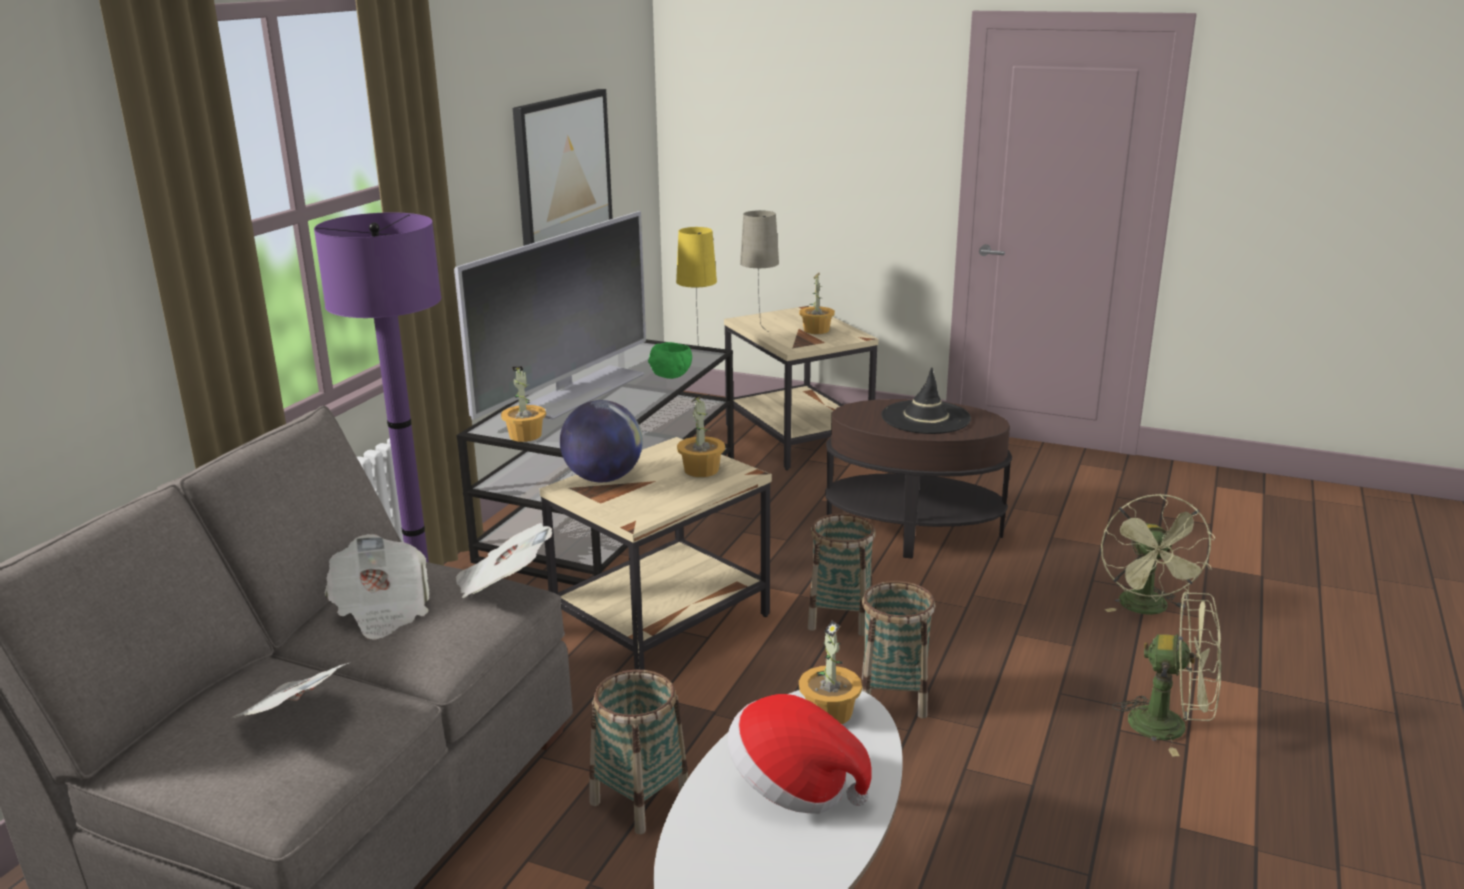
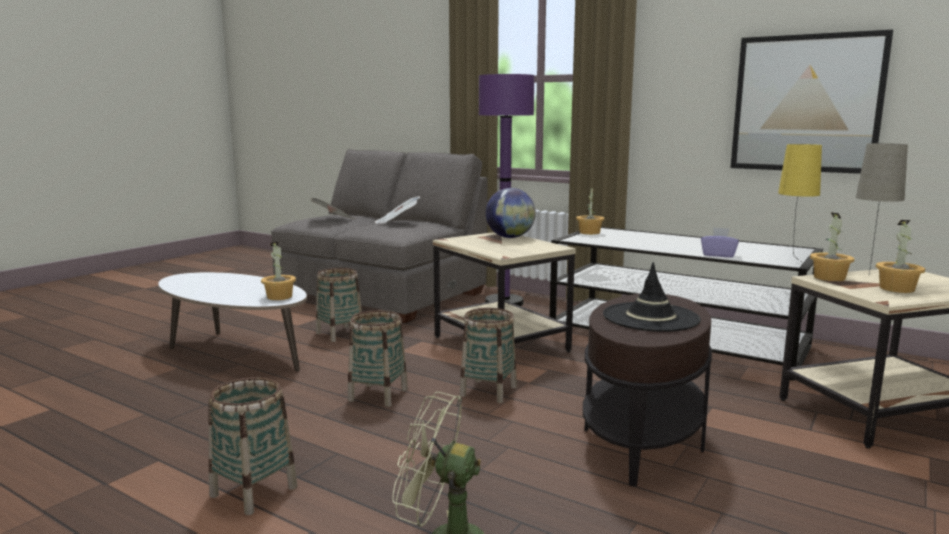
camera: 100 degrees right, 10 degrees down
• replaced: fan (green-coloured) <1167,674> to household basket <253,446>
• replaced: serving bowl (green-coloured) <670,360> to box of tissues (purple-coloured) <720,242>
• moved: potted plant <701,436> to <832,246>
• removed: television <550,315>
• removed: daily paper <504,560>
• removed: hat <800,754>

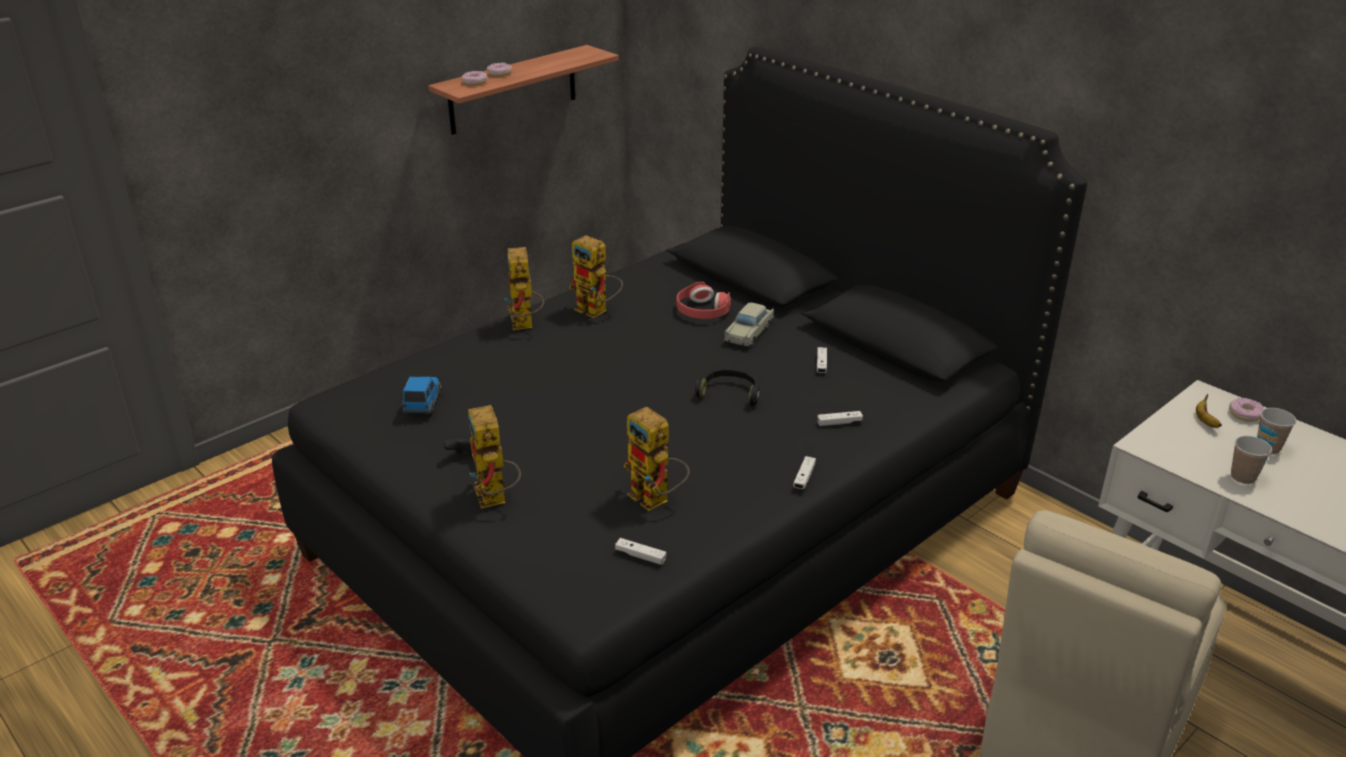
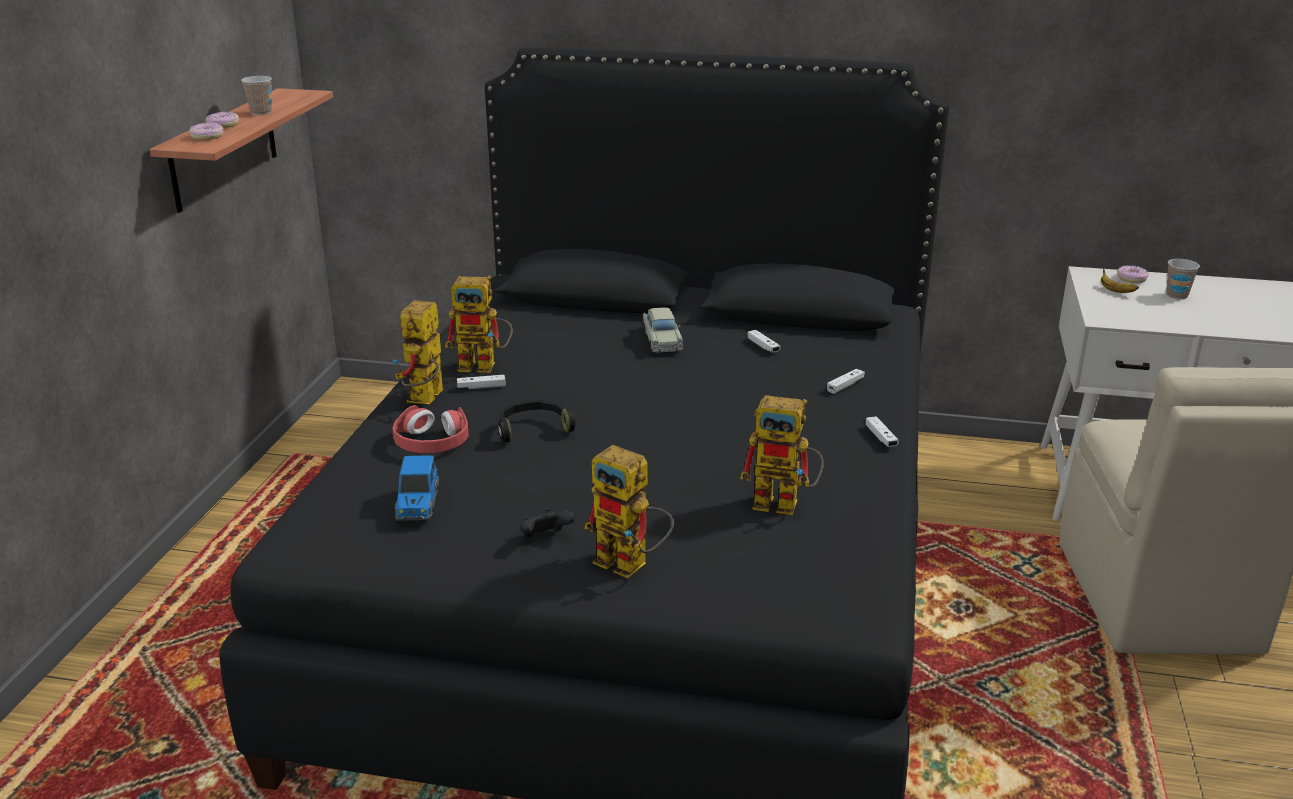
camera: 35 degrees left, 5 degrees down
• moved: small cup <1251,460> to <256,96>
• moved: headphones (red) <704,300> to <430,429>
• turned: model robot <524,288> = <418,352> 60 degrees clockwise
• turned: toy car <421,395> = <417,488> 150 degrees counterclockwise
• moved: game controller (white) <640,551> to <481,382>
• moved: headphones (black) <727,387> to <536,421>

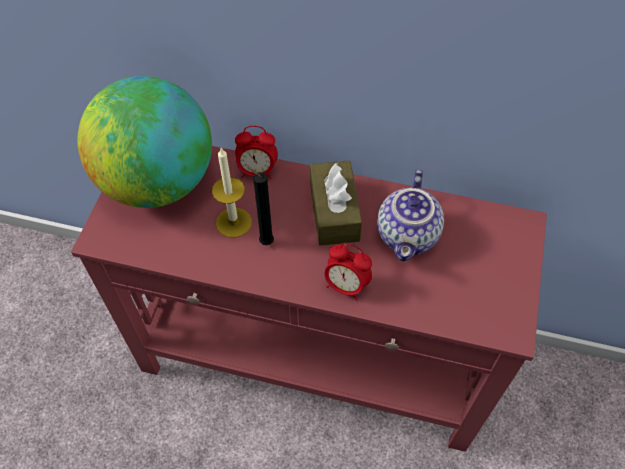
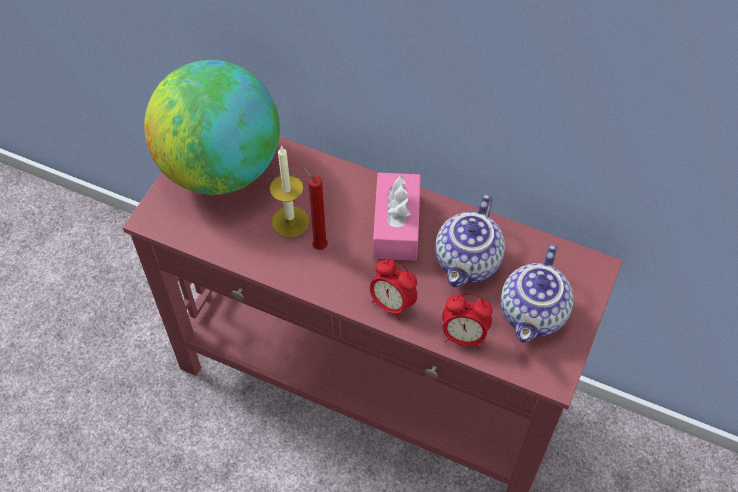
camera: 10 degrees right, 0 degrees up
• recoloured: wax candle (black) <260,205> to wax candle (red) <315,208>
• recoloured: box of tissues (brown-coloured) <336,203> to box of tissues (pink-coloured) <397,216>
• moved: table clock <256,152> to <467,321>
• added: pot for tea <537,293>

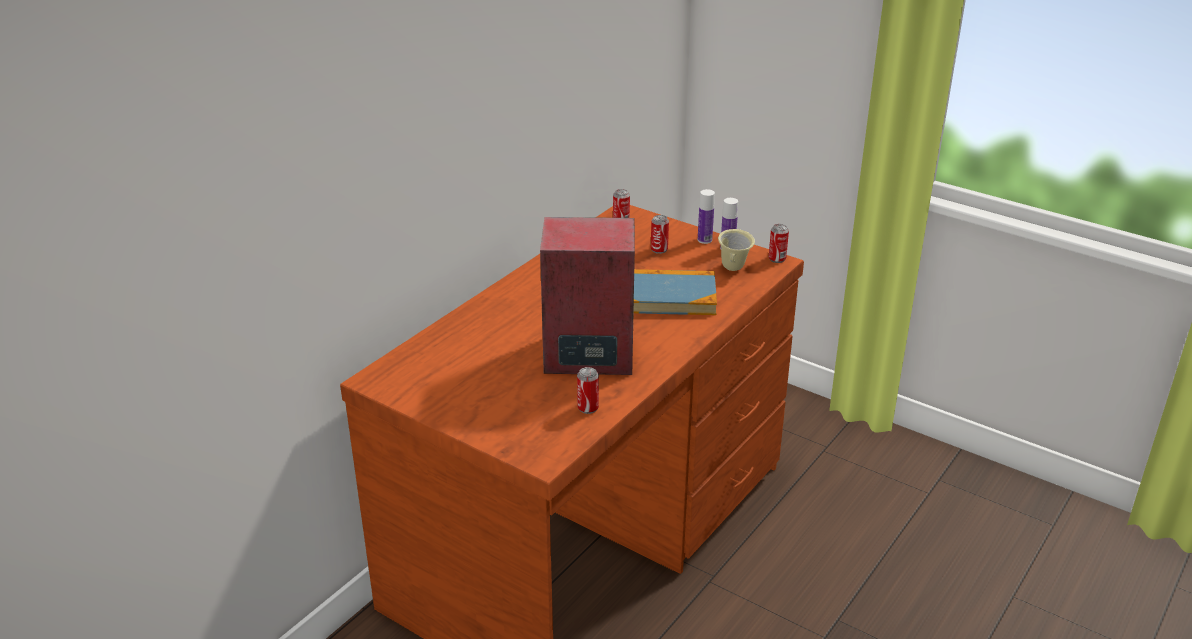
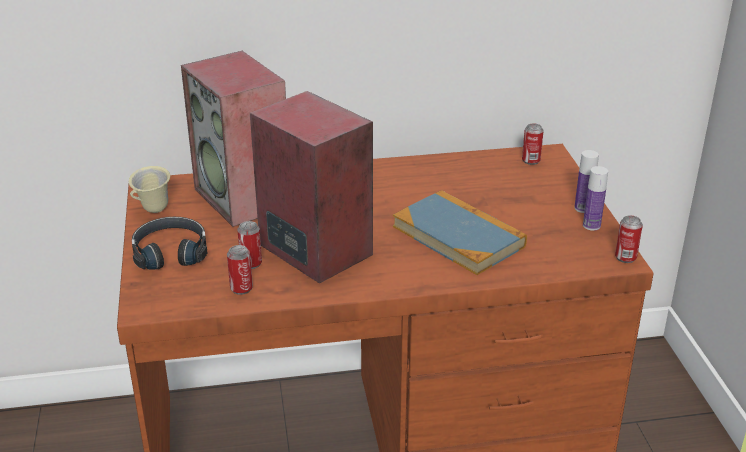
camera: 45 degrees right, 0 degrees up
• moved: tea mug (sand-coloured) <736,250> to <149,189>
• added: headphones (black) <170,243>
• added: speaker <233,139>
• moved: can <660,234> to <249,245>

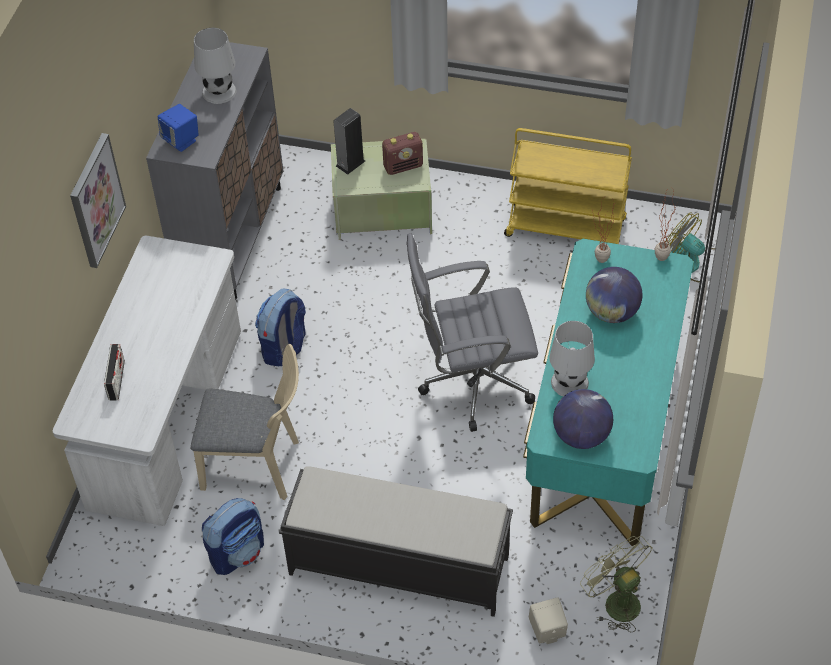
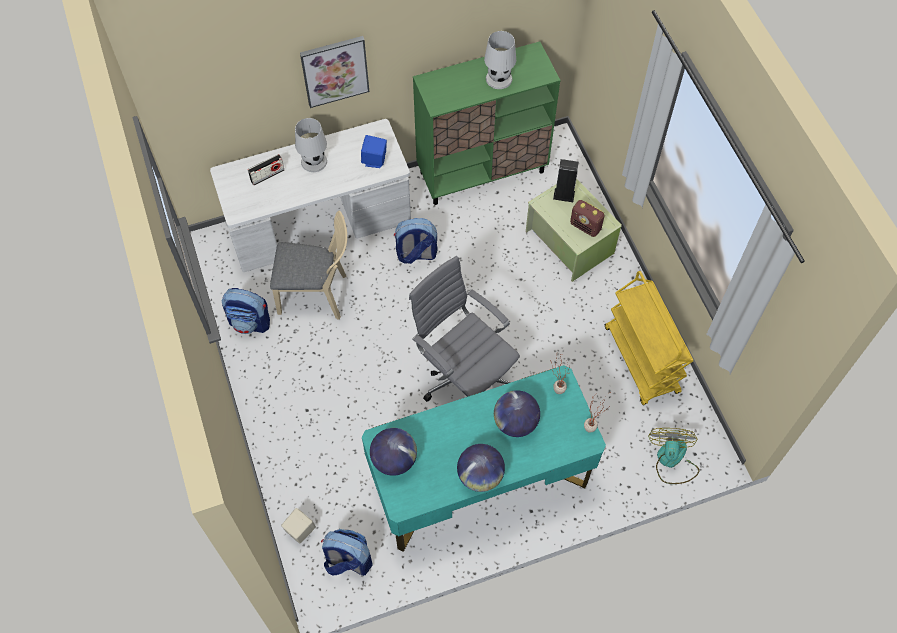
camera: 55 degrees right, 10 degrees up
• turned: chair (sand-coloured) <245,422> = <308,265> 60 degrees counterclockwise
• moved: lamp for a table (white) <572,358> to <311,145>
• replaced: fan (green-coloured) <616,584> to knapsack <347,552>
• moved: speaker (bluish) <178,128> to <374,151>
• recoloured: storage cabinet (grey) <214,171> to storage cabinet (green-coloured) <486,123>
• added: globe <481,468>
• removed: long seat (black) <396,541>

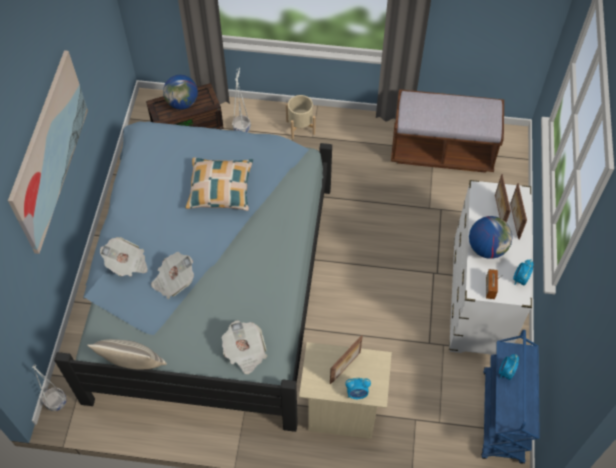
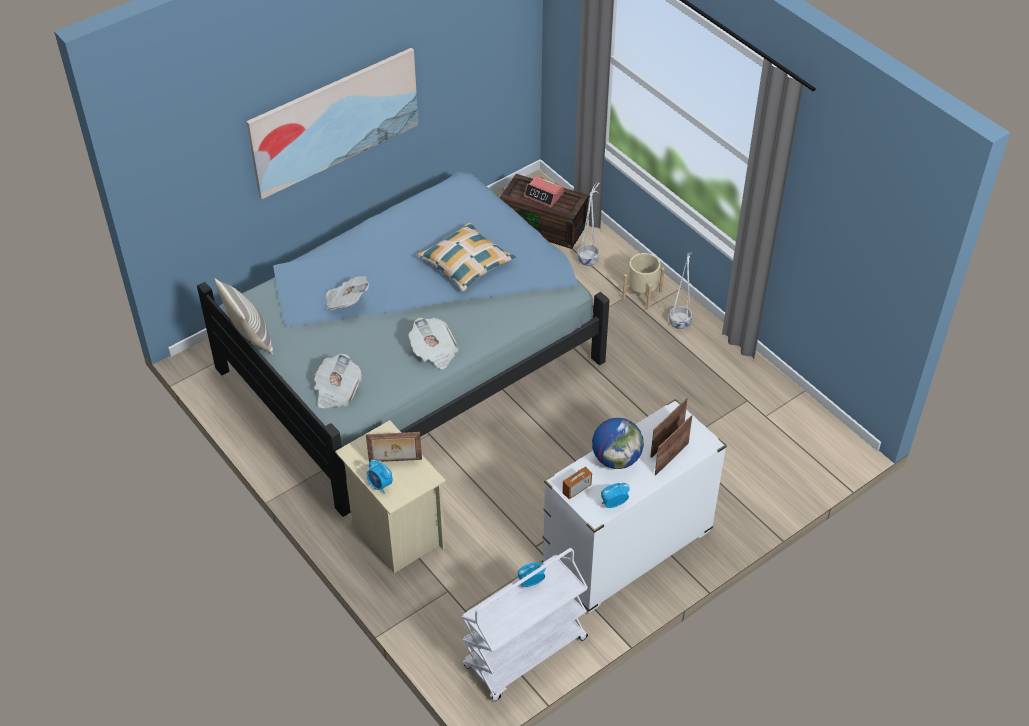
camera: 45 degrees right, 10 degrees down
• moved: daily paper <124,257> to <434,343>
• recoloured: cart (bluish) <510,397> to cart (white) <524,624>
• replaced: globe <180,92> to table clock <544,191>
• moved: flower pot (white) <49,387> to <680,290>
• removed: long seat (brown-coloured) <447,131>

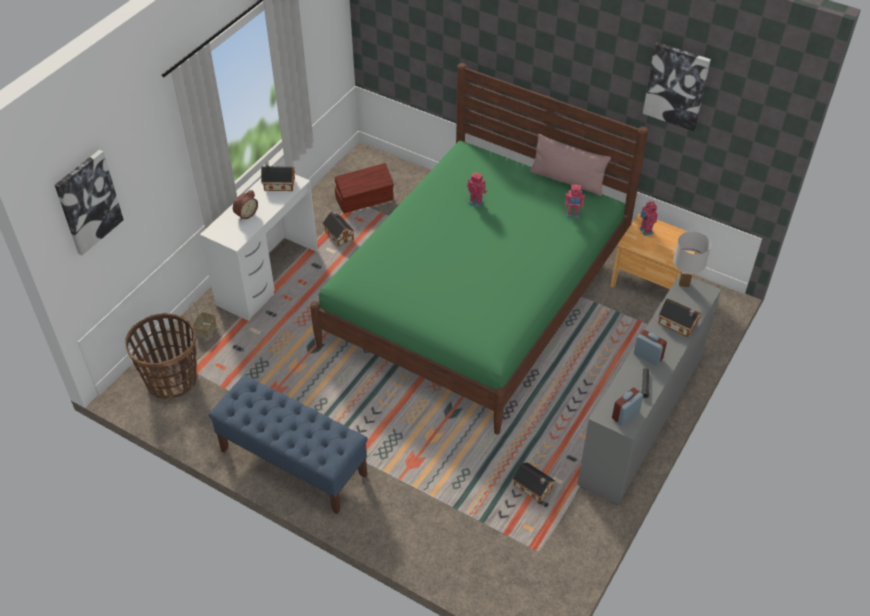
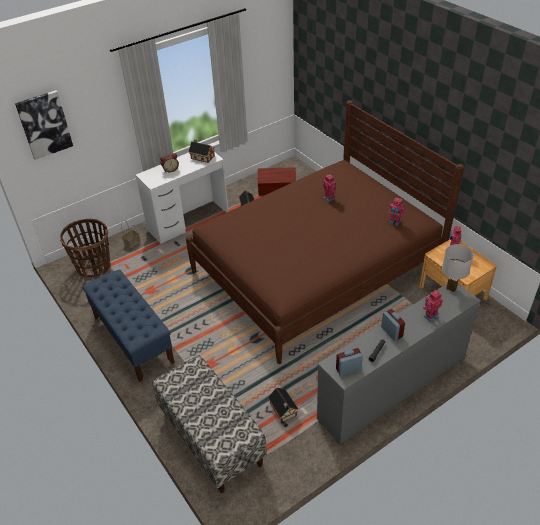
camera: 25 degrees right, 5 degrees down
• added: long seat <209,424>
• recoloured: bed (green-coloured) <479,248> to bed (brown-coloured) <325,232>
• replaced: toy house <680,318> to model robot <433,306>
• removed: pillow (pink-coloured) <570,165>
• removed: wall picture <677,86>

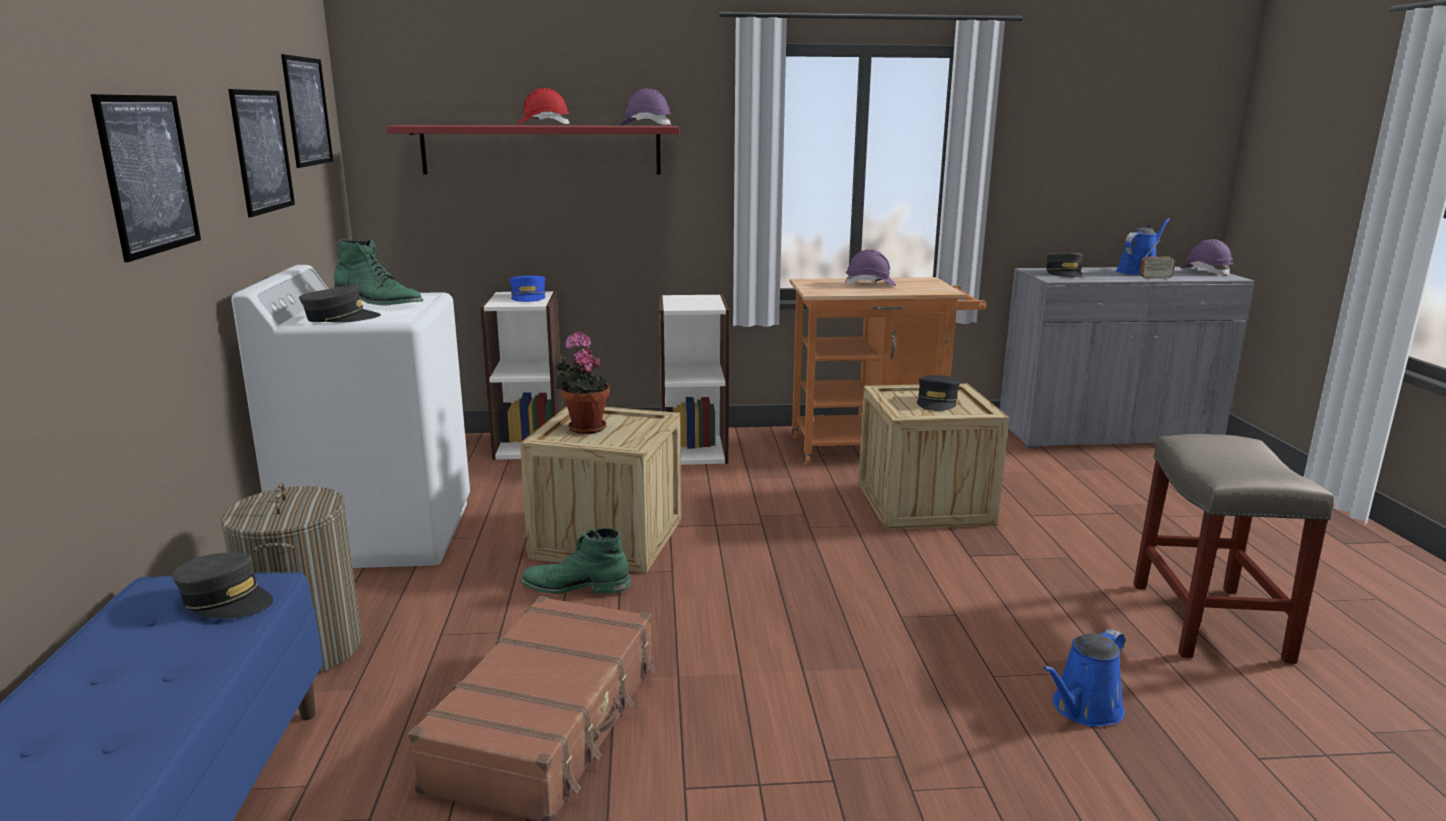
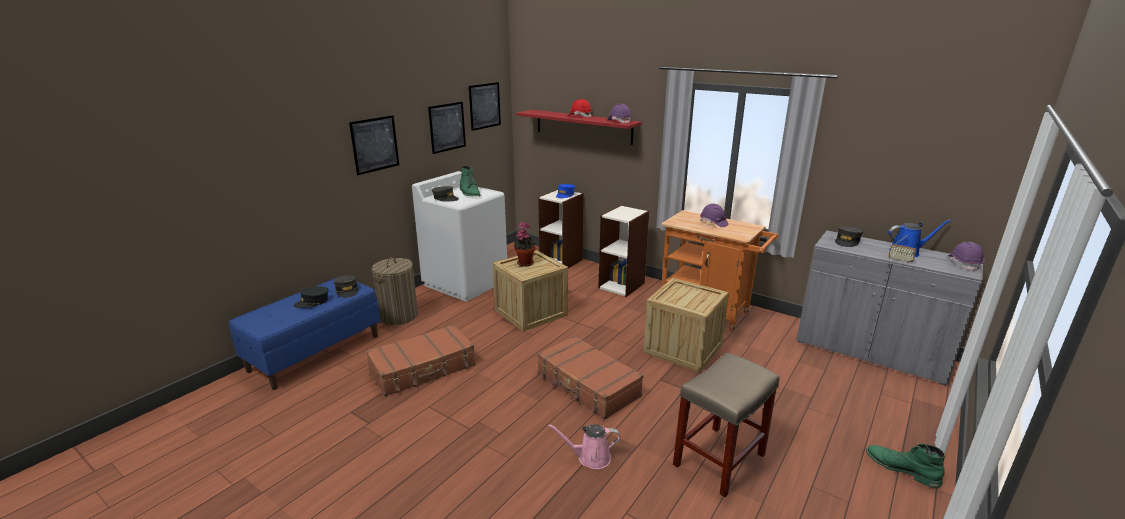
camera: 40 degrees right, 5 degrees up
• moved: cap (black) <938,393> to <311,297>
• added: travel case (brown-coloured) <590,377>
• recoloured: watering pot (bluish) <1084,678> to watering pot (pink-coloured) <584,446>
• moved: boot (green-coloured) <576,561> to <905,465>

